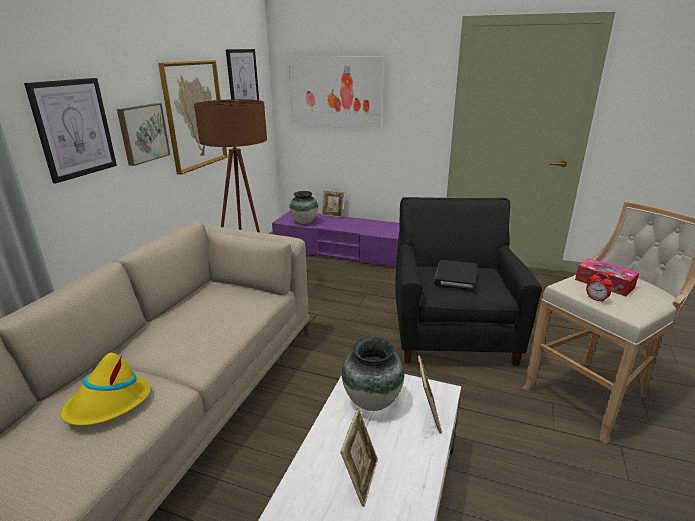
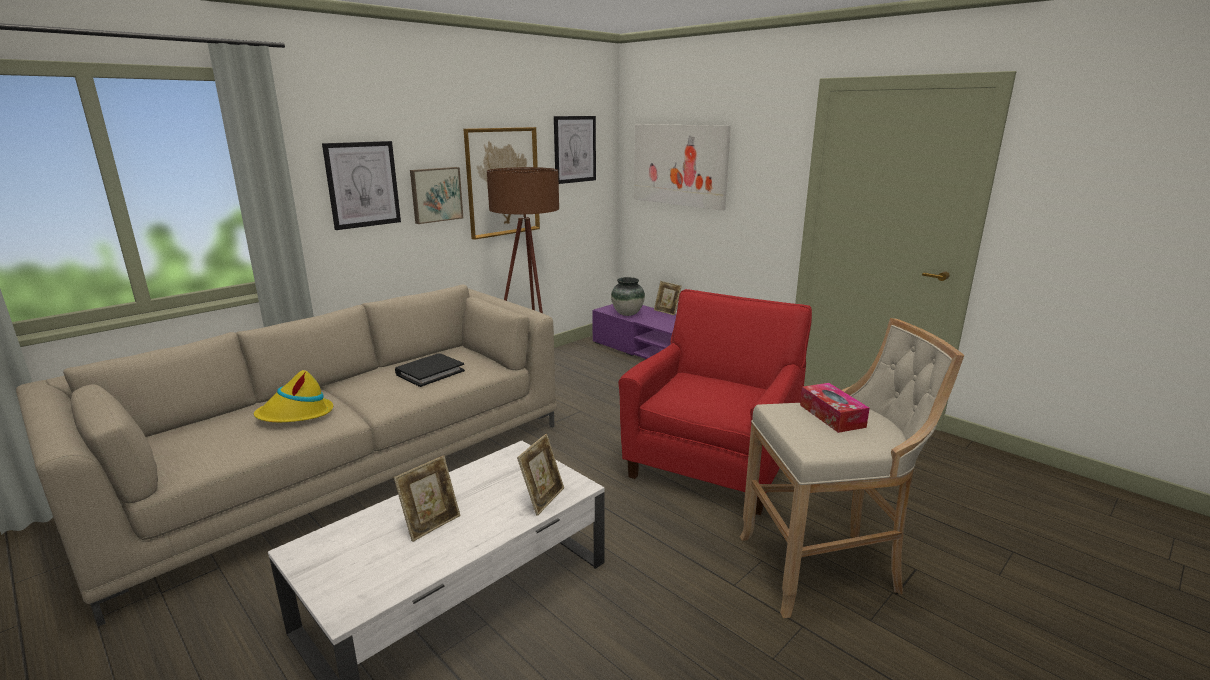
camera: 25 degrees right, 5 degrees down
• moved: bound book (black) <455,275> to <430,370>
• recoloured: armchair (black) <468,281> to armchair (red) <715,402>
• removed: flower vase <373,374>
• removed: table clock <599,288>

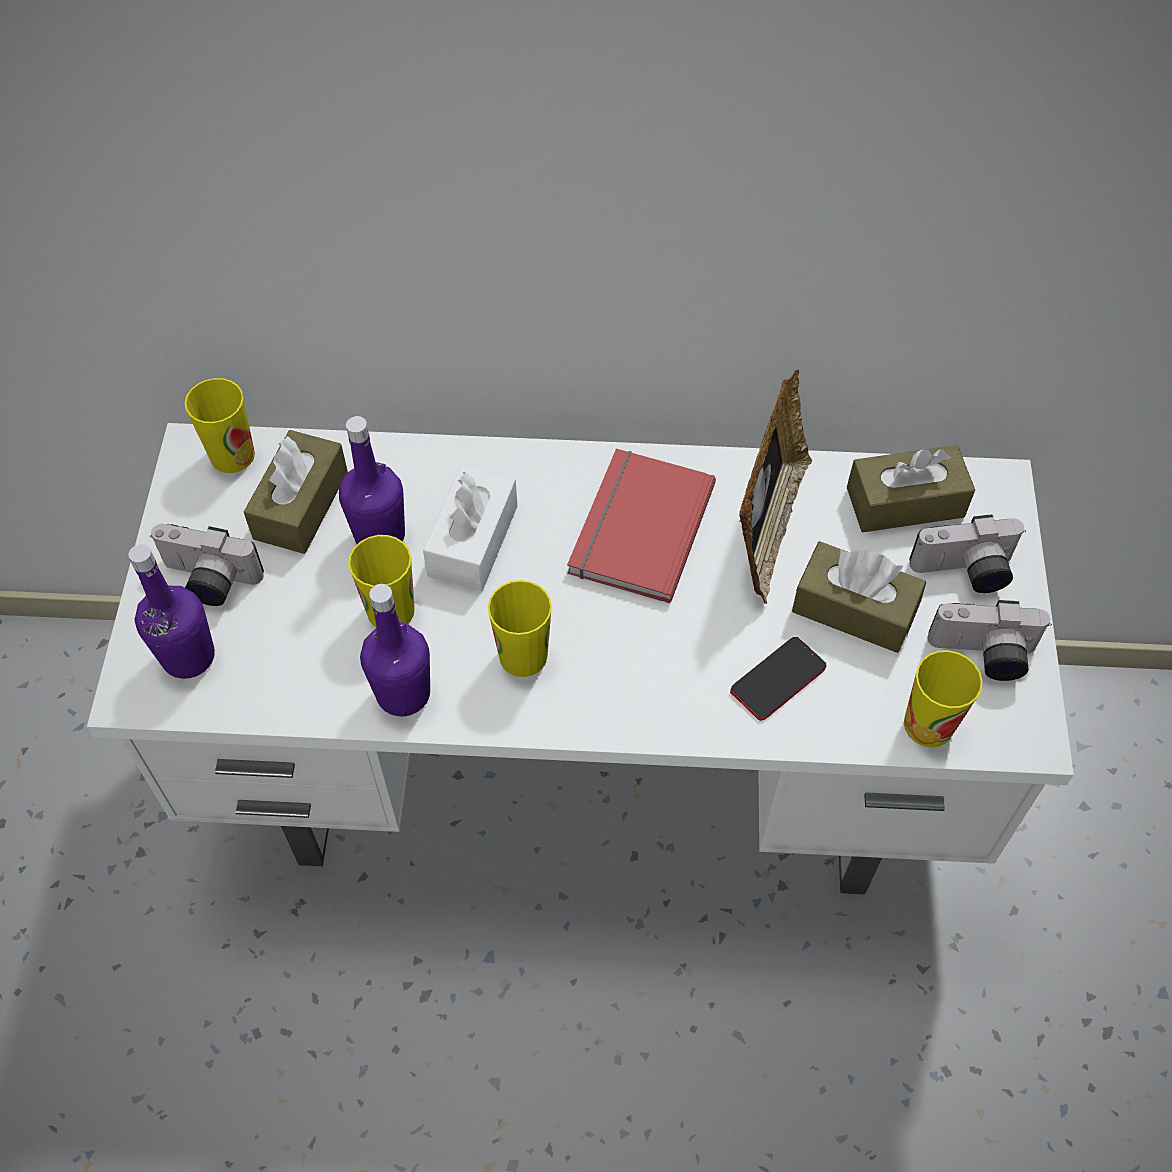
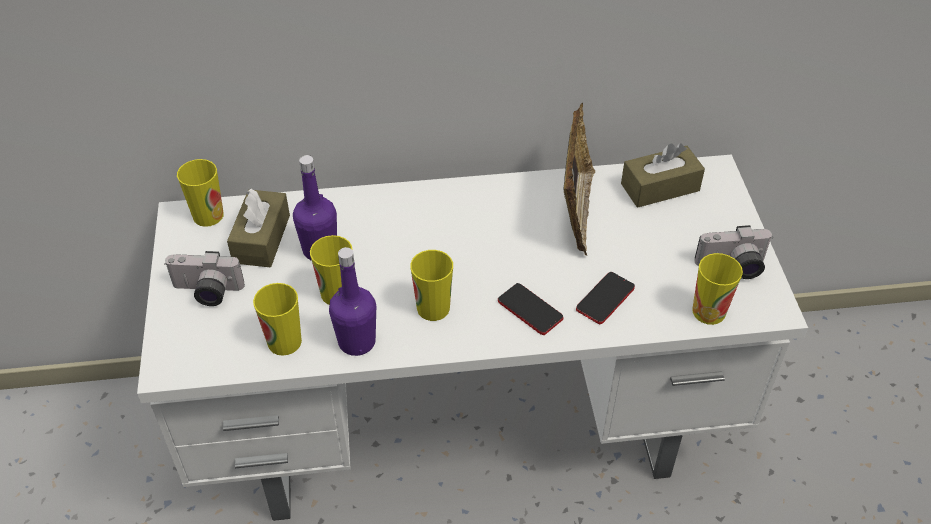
camera: 10 degrees left, 10 degrees down
• added: small cup <277,319>
• added: phone <531,309>
• removed: beverage bottle (purple-coloured) <171,611>
• removed: box of tissues (white) <470,528>
• removed: bound book (red) <641,526>
• removed: box of tissues (brown-coloured) <859,597>
• removed: still camera <967,553>

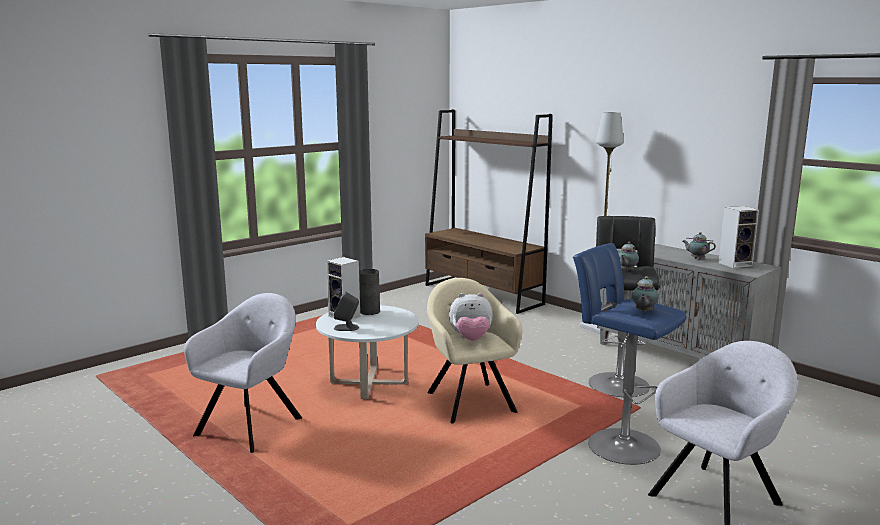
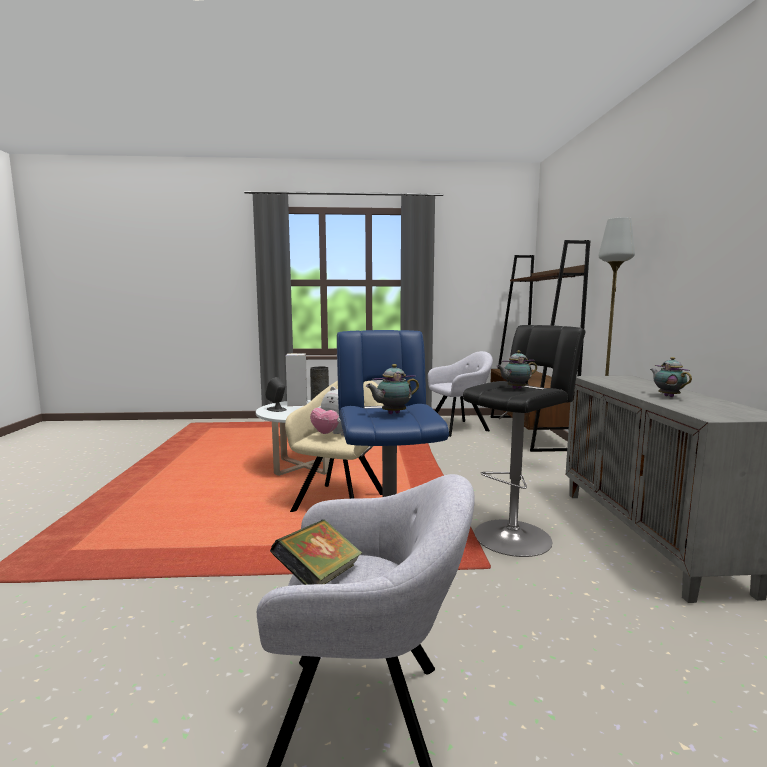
camera: 40 degrees right, 5 degrees down
• added: bound book <316,552>
• moved: armchair (grey) <243,373> to <460,394>
• removed: speaker <738,237>

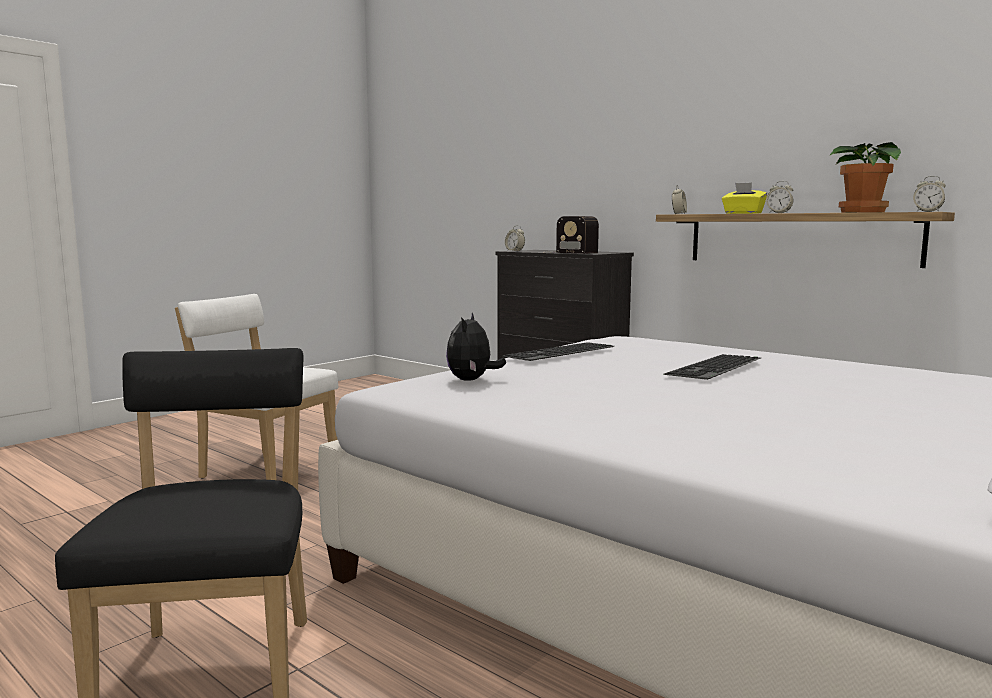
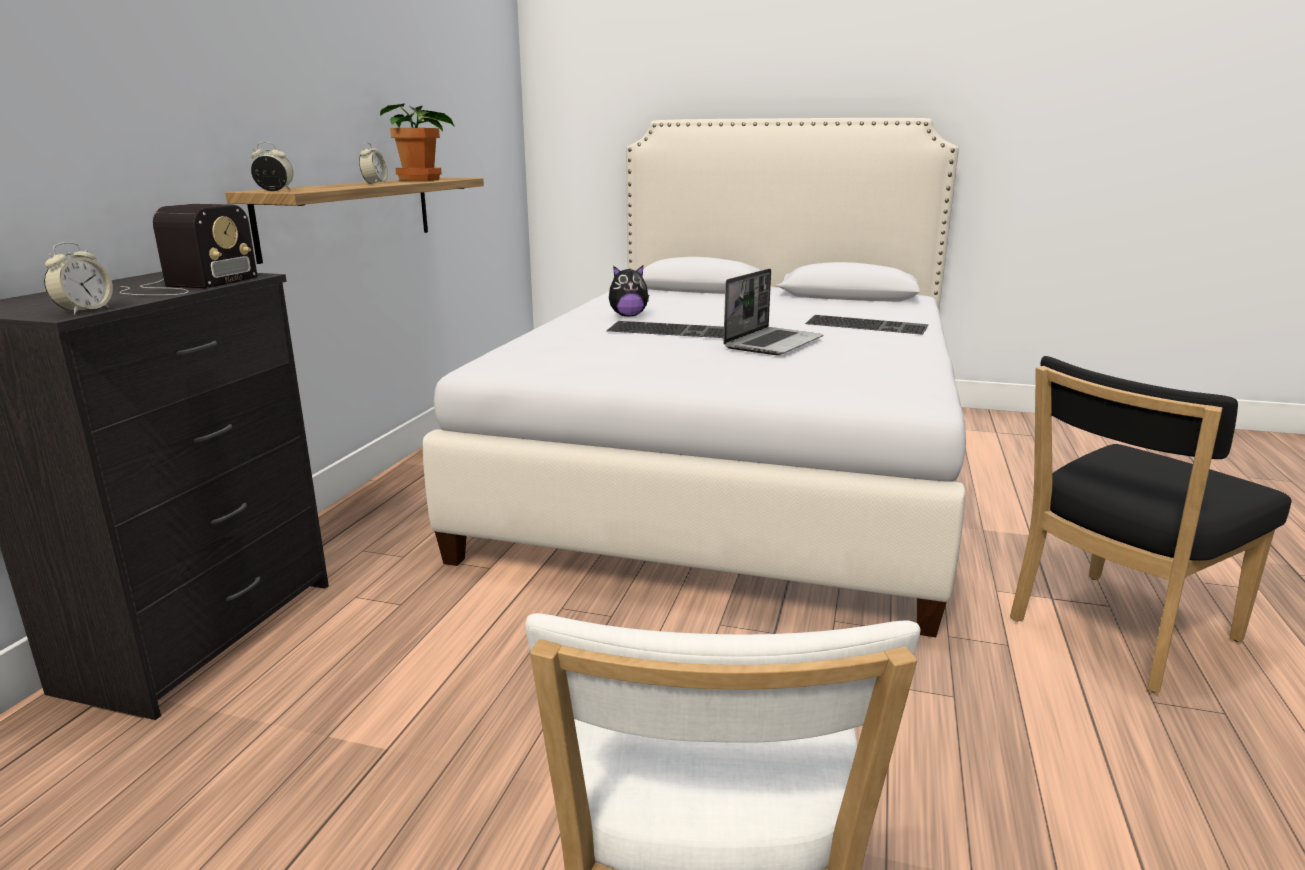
camera: 115 degrees left, 10 degrees up
• moved: cuddly toy <476,347> to <629,291>
• added: notebook computer <773,311>
• moved: PC keyboard <558,351> to <866,325>
• removed: box of tissues (yellowish) <744,198>
• removed: table clock <929,194>

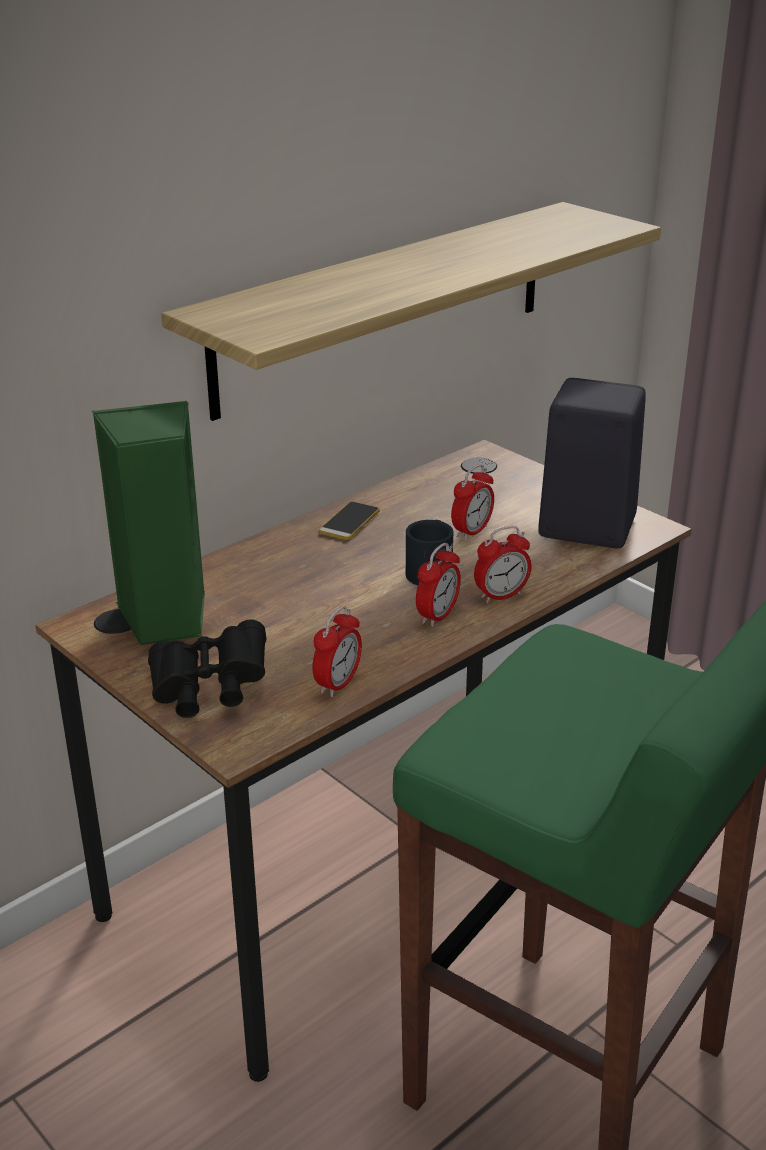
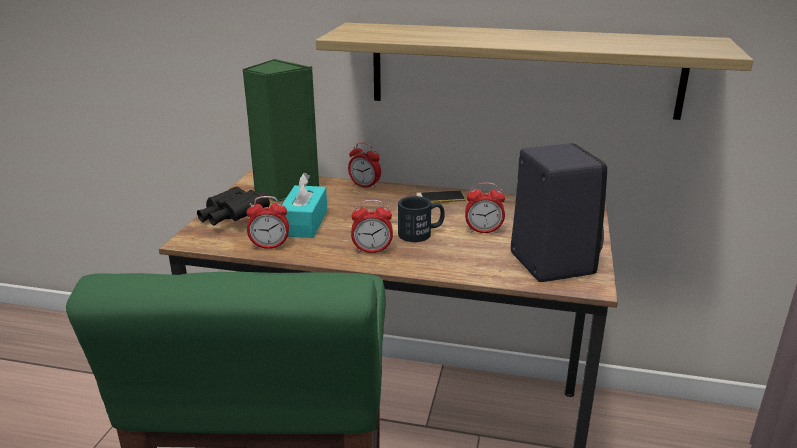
camera: 55 degrees right, 5 degrees down
• added: box of tissues (turquoise-coloured) <304,205>
• moved: table clock <502,564> to <364,165>

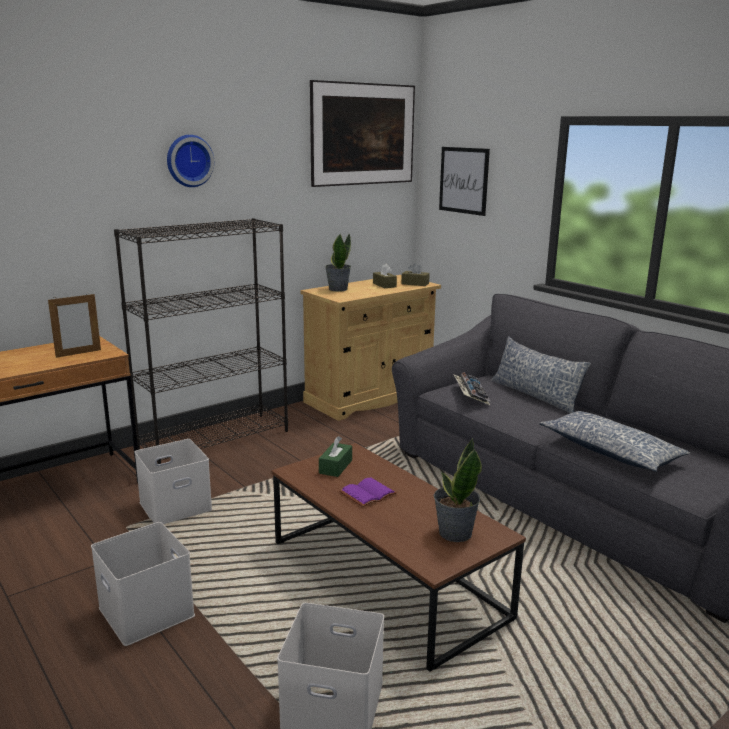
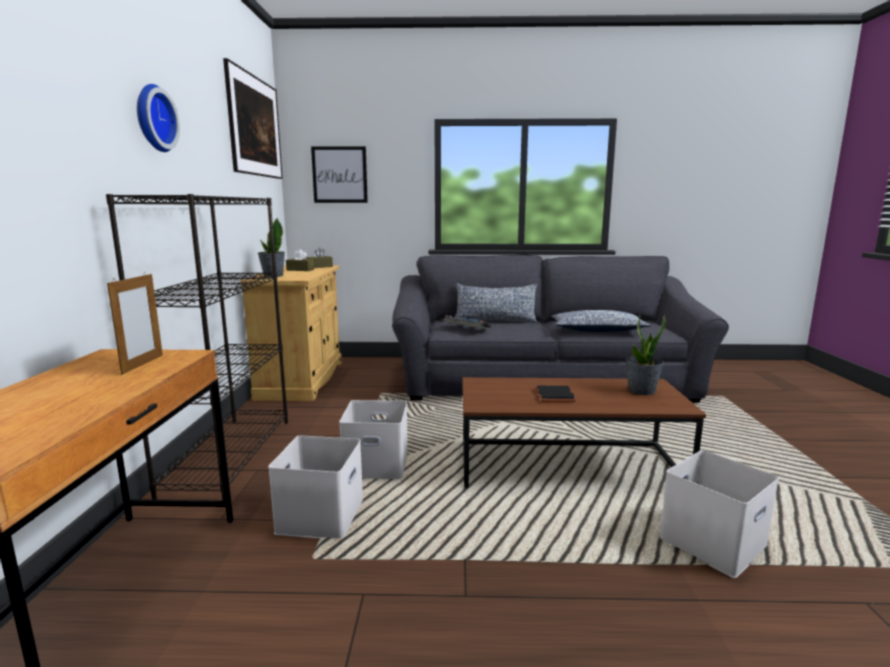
camera: 50 degrees left, 5 degrees down
• moved: storage container (white) <143,584> to <373,439>
• recoloured: bound book (purple-coloured) <368,492> to bound book (black) <555,394>
• removed: box of tissues (green-coloured) <335,457>

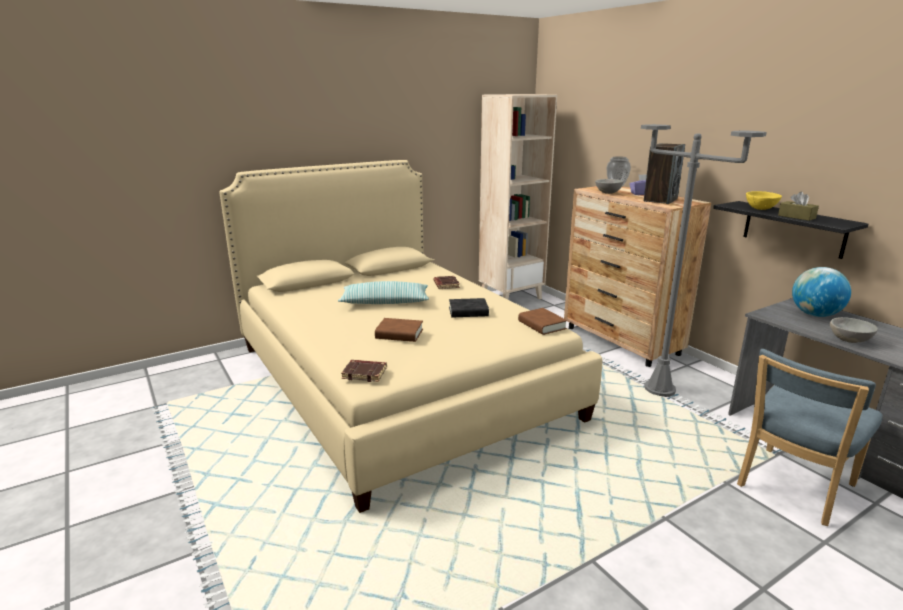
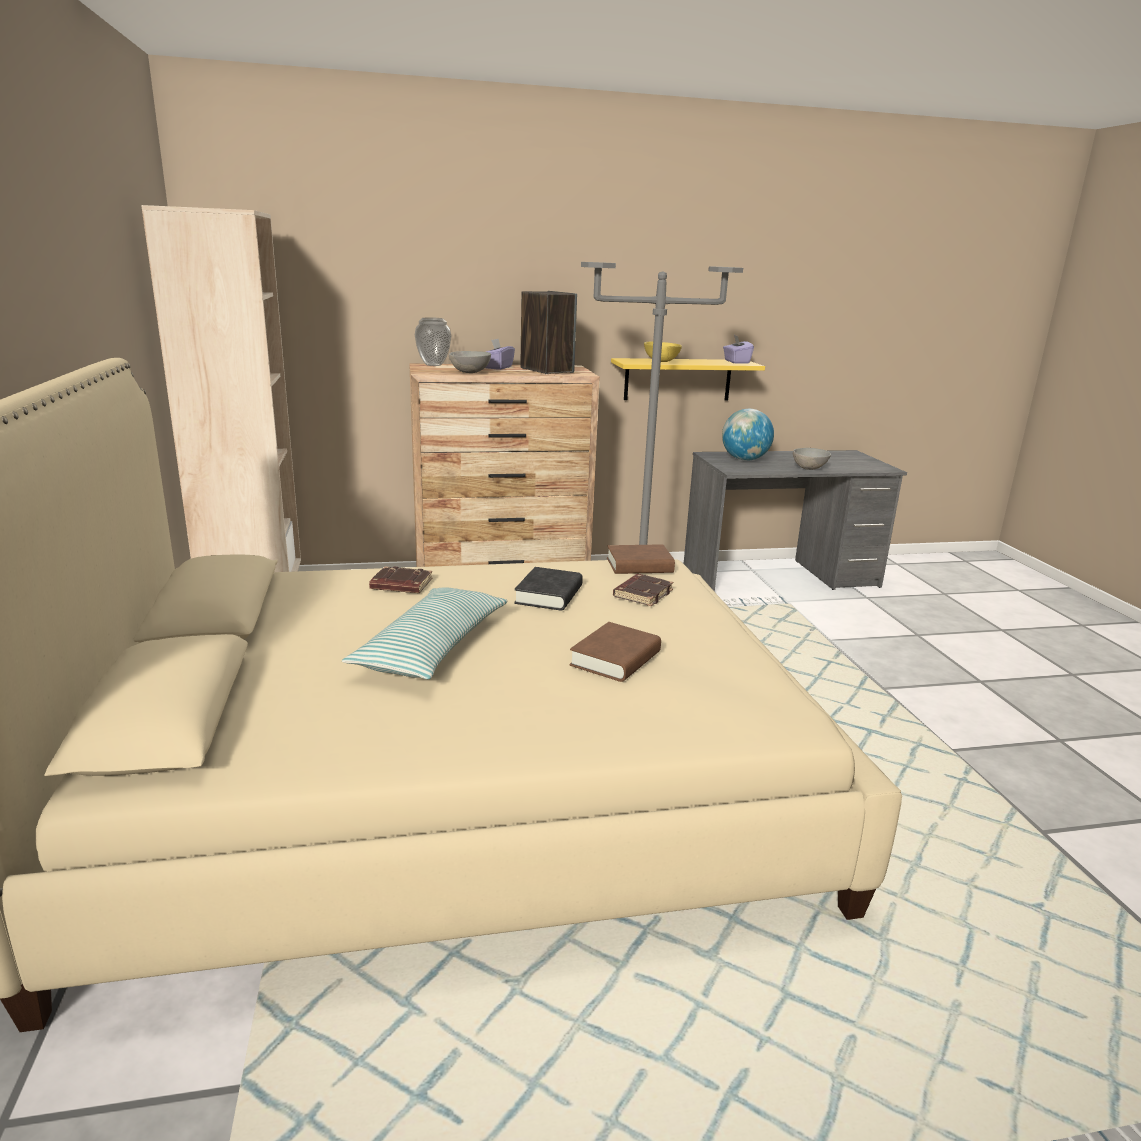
camera: 70 degrees left, 0 degrees up
• recoloured: shelf (black) <790,230> to shelf (yellowish) <688,379>
• moved: bound book (brown-coloured) <364,371> to <643,590>
• added: box of tissues (purple-coloured) <738,349>
• removed: chair (bluish) <810,437>
• removed: box of tissues (brown-coloured) <798,206>

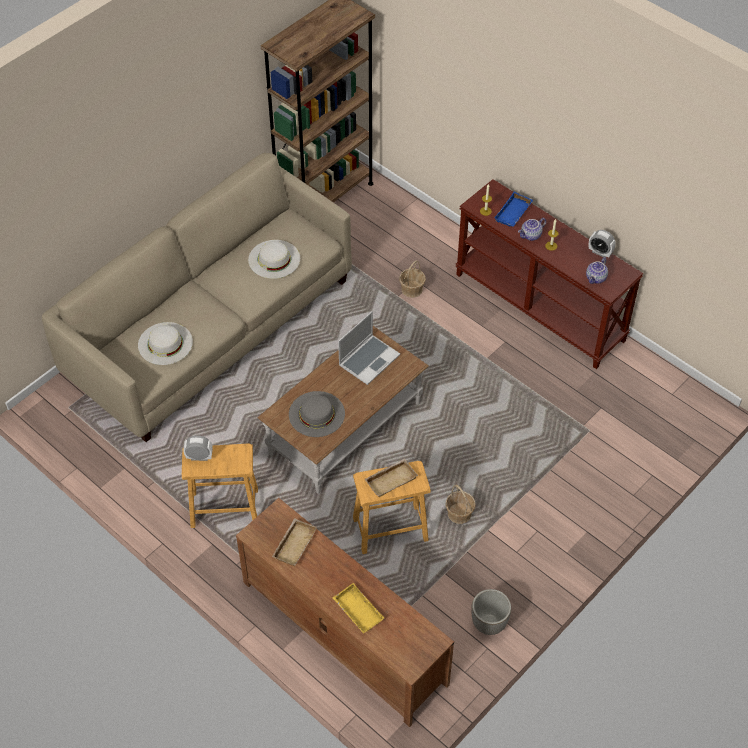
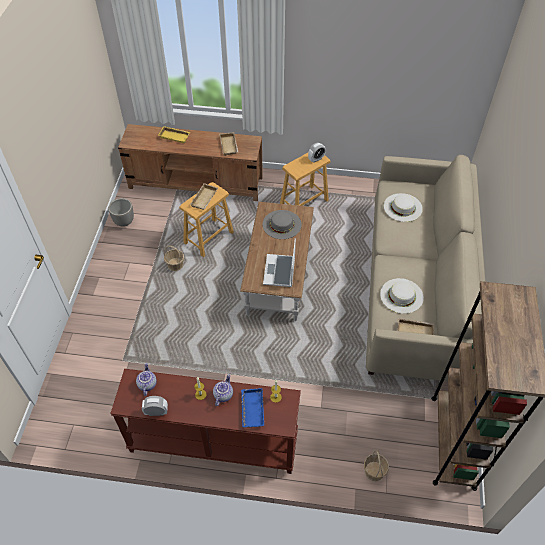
camera: 145 degrees right, 0 degrees up
• moved: household basket <412,279> to <376,465>
• added: serving tray (sand-coloured) <416,326>

